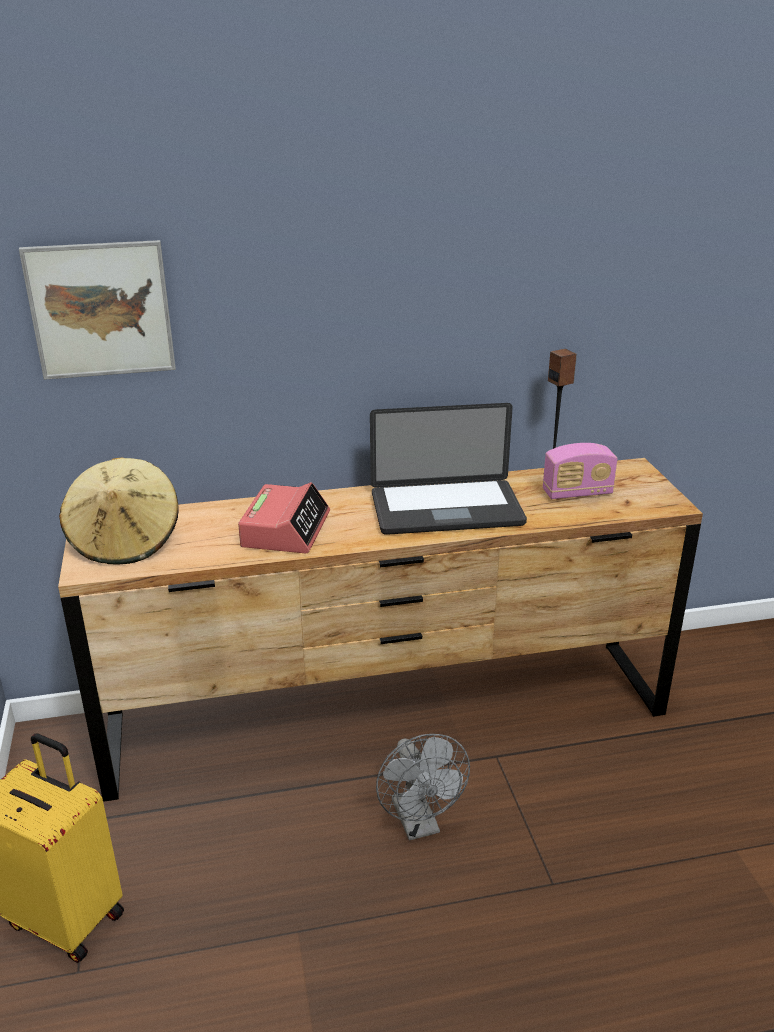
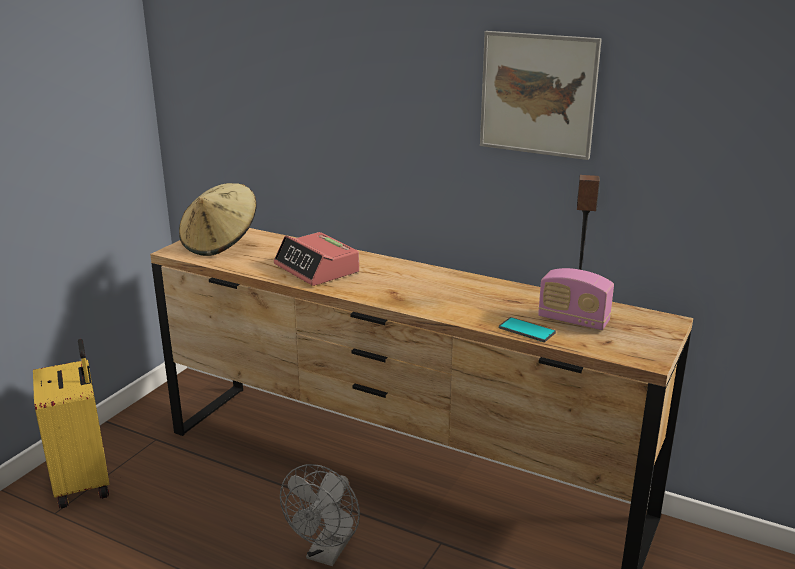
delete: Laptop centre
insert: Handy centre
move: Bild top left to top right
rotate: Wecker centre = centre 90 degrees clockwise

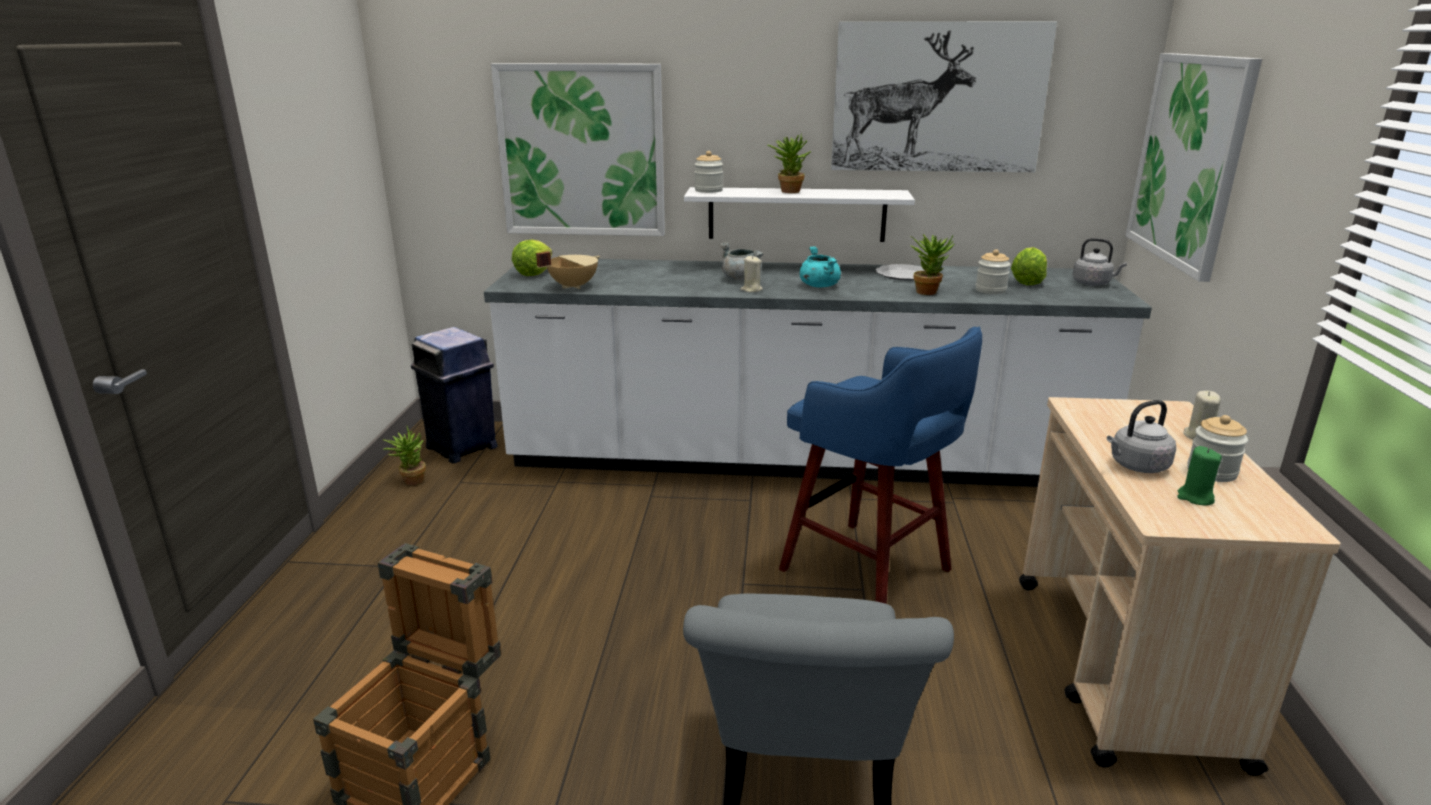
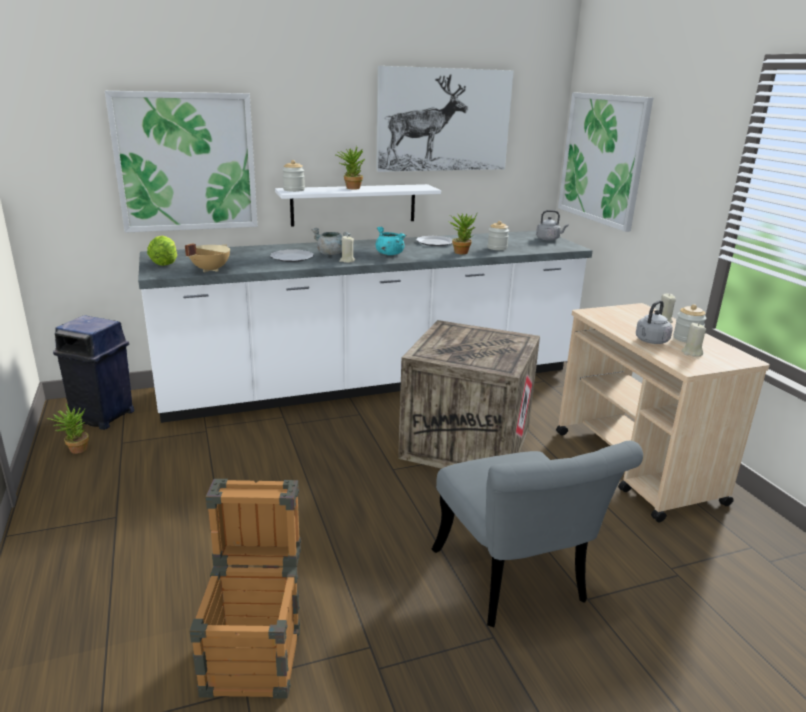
delete: Salatkopf (2nd from left) top right
insert: Teller (1st from left) centre
replace: Hocker/blau centre to Kiste (2nd from left) centre
recolor: Kerze/grün middle right to Kerze/beige (3rd from left) middle right

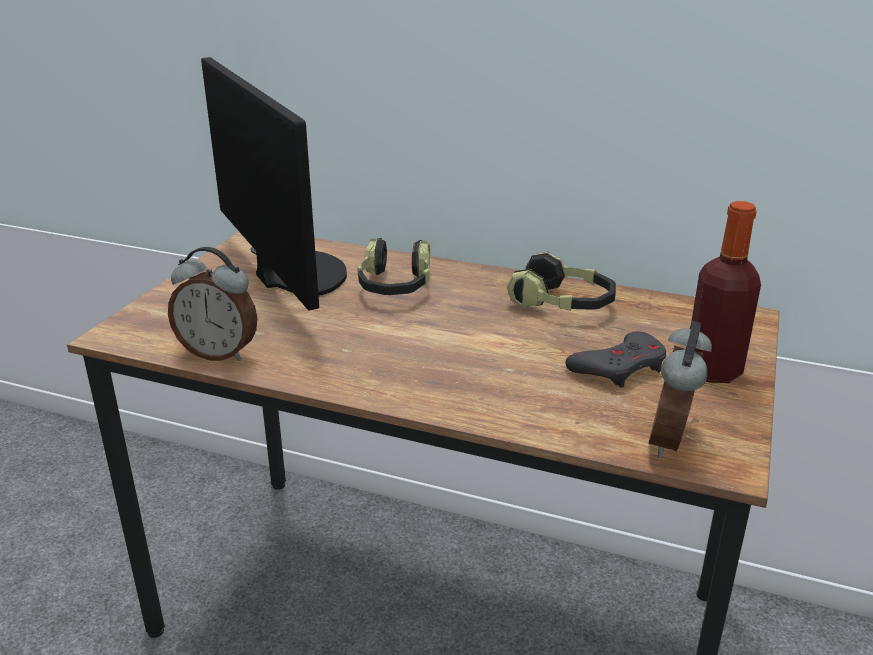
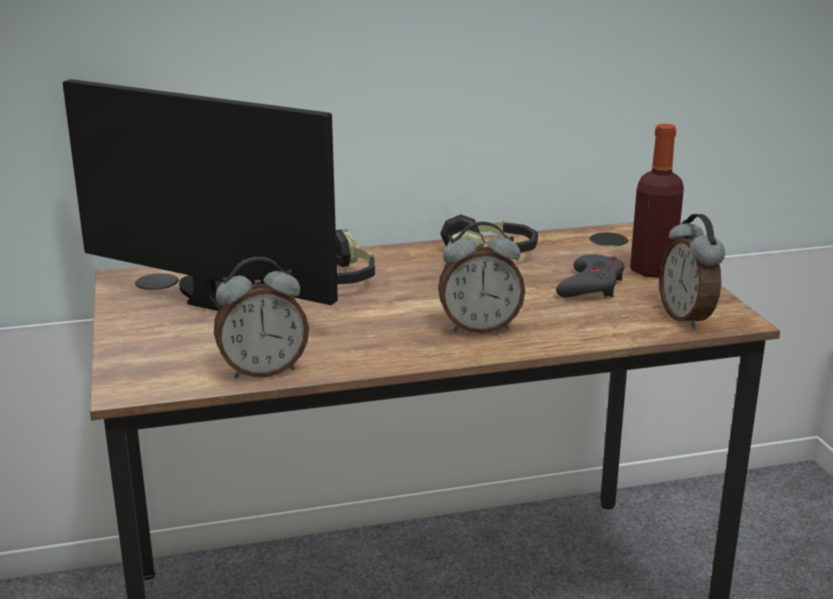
insert: Wecker (2nd from left) centre

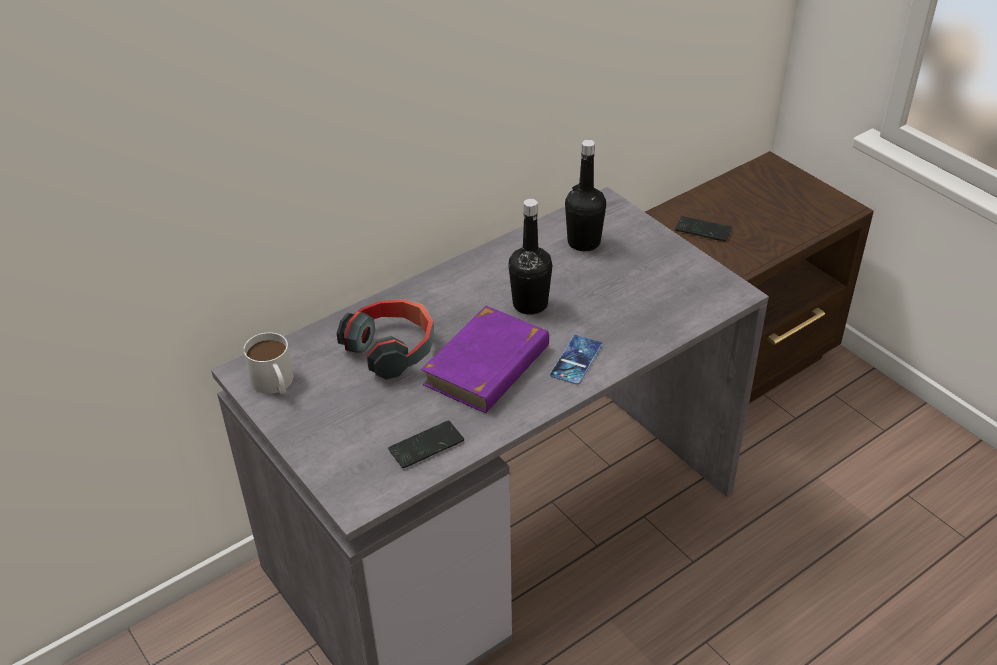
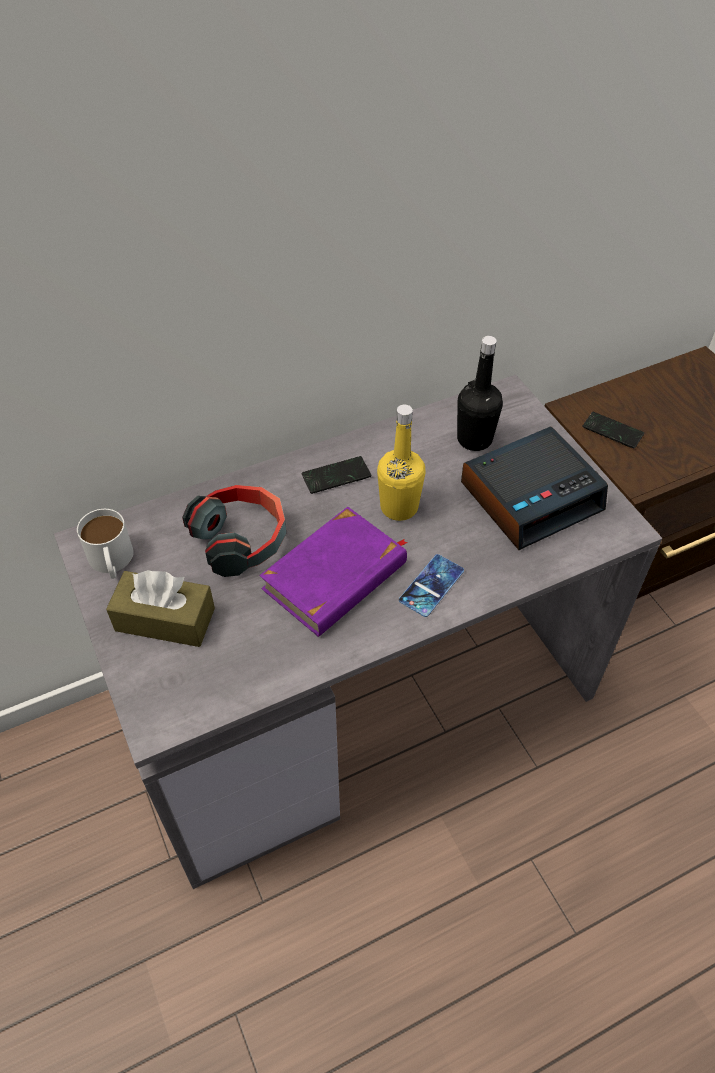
insert: Taschentuchbox/braun middle left; Wecker middle right
move: Handy (1st from left) bottom centre to centre
recolor: Flasche/schwarz (1st from left) centre to Flasche/gelb centre

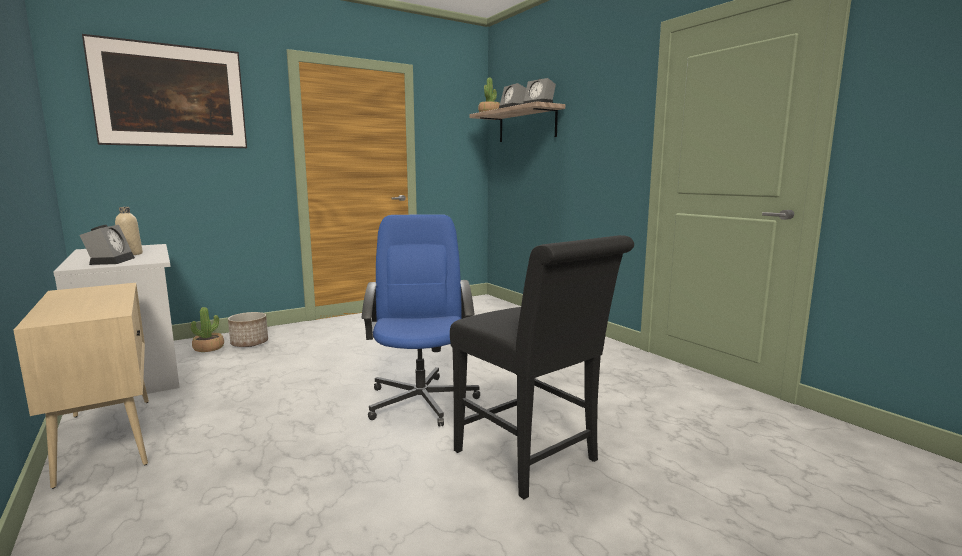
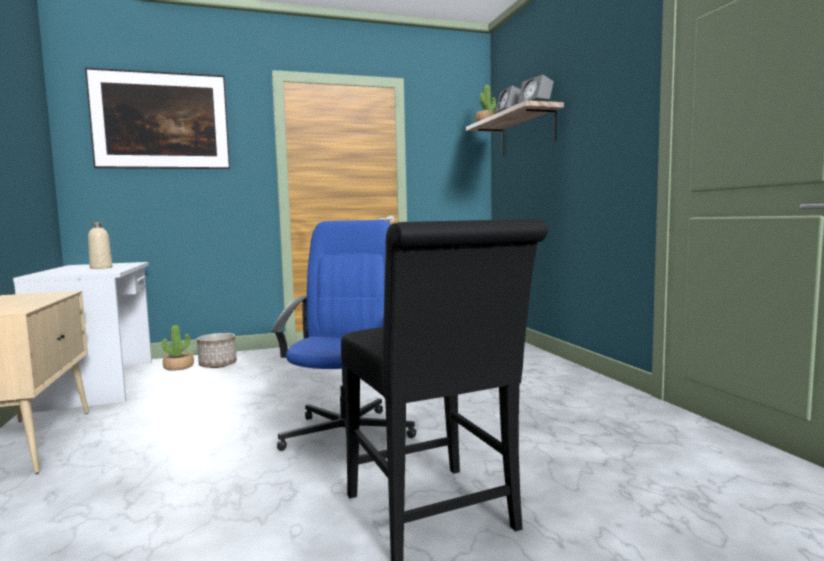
delete: Wecker (1st from left) middle left

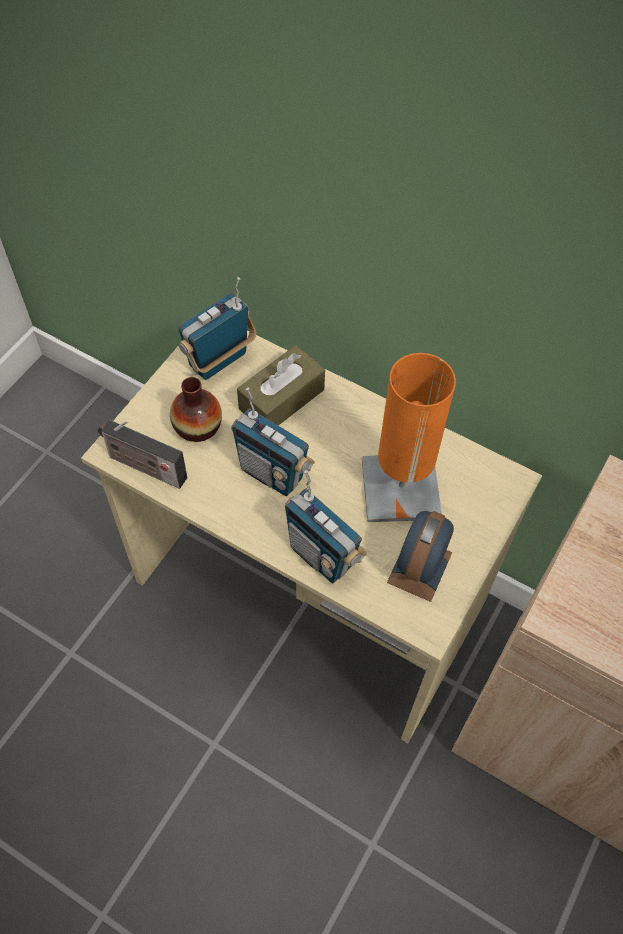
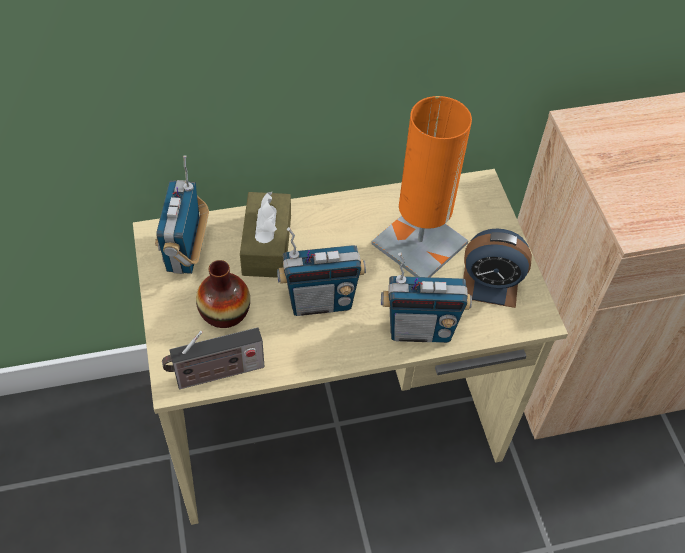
rotate: Wecker middle right = middle right 60 degrees counterclockwise

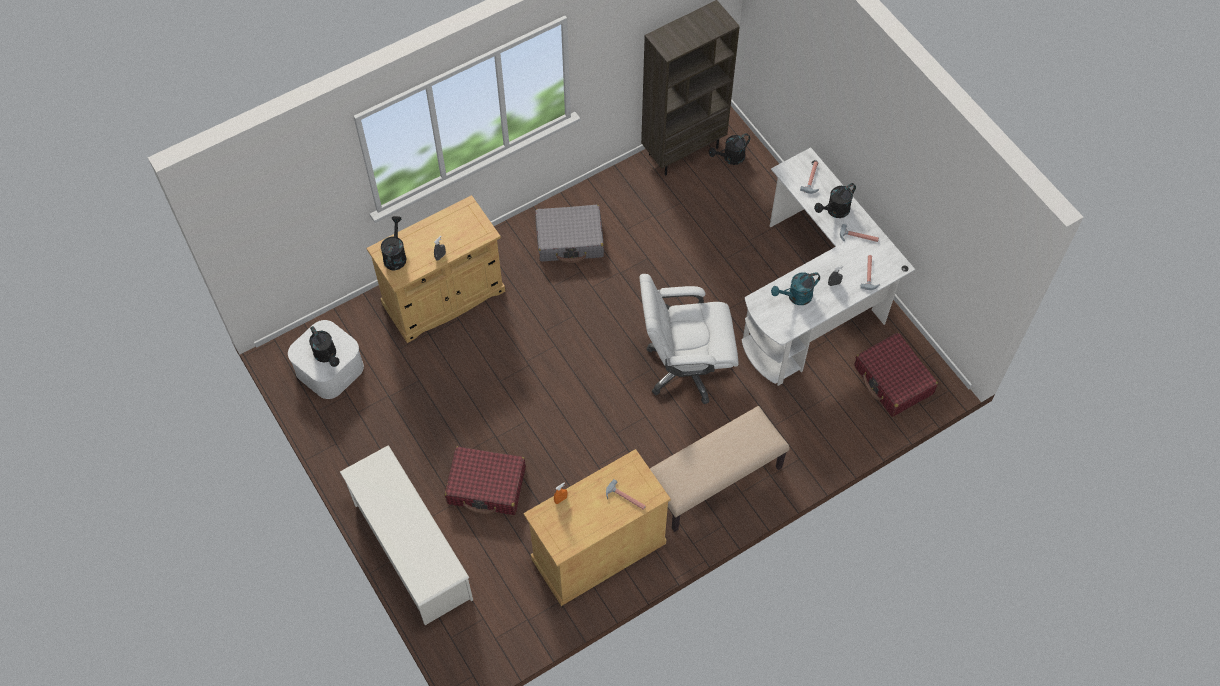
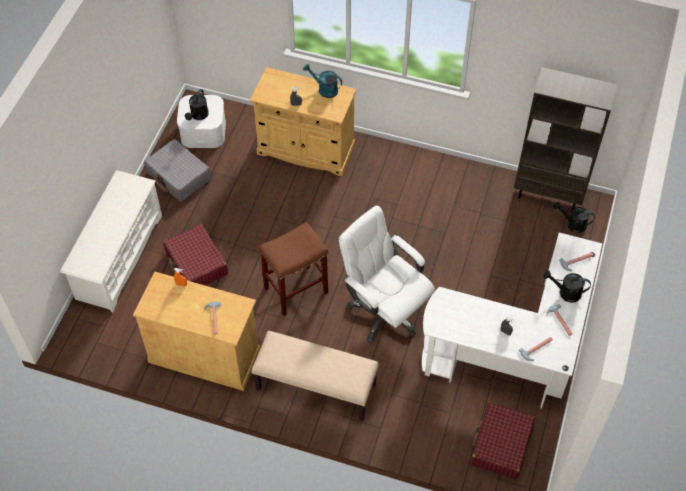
delete: Gießkanne/schwarz (2nd from left) middle left
insert: Hocker/braun centre
move: Koffer/grau centre to middle left; Gießkanne/türkis centre to top centre

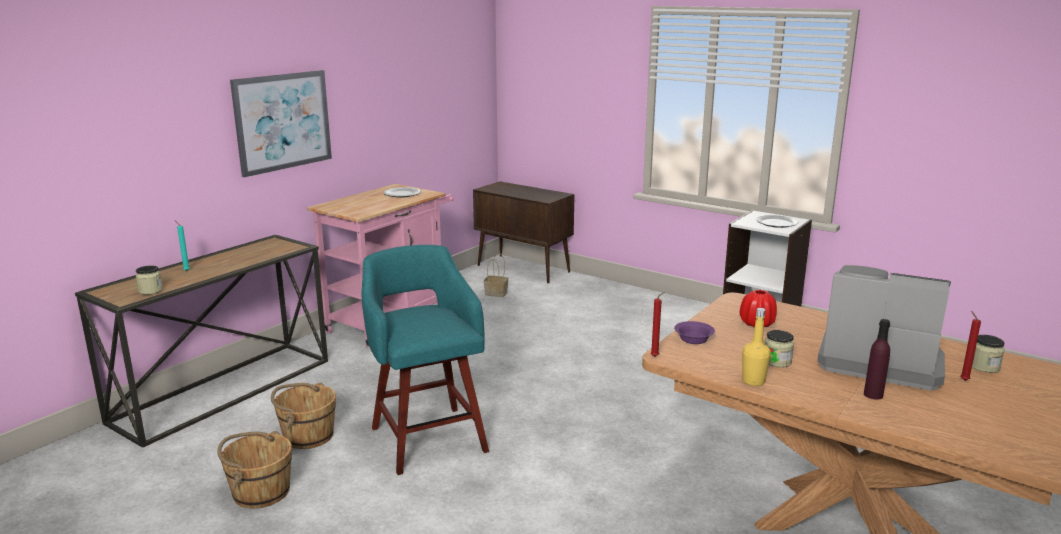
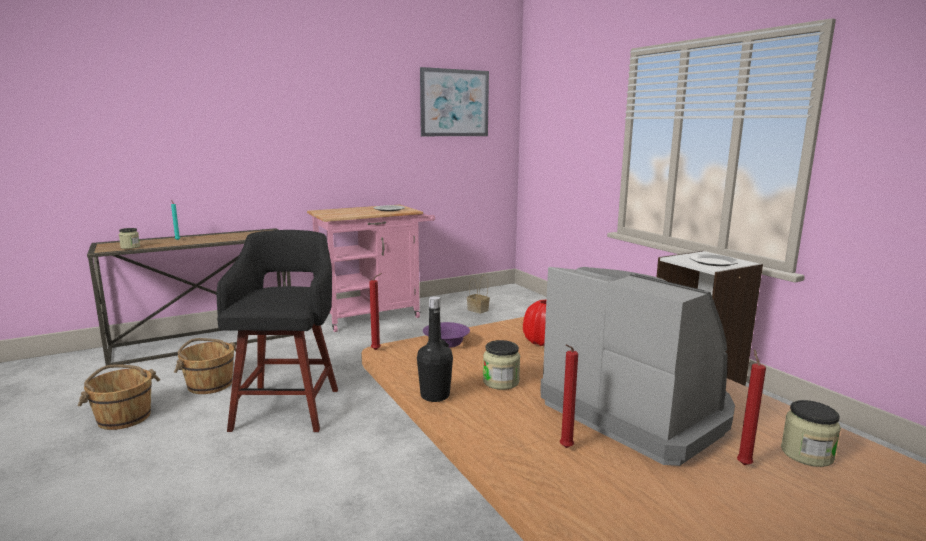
delete: Schrank/braun centre
move: Bild top left to top centre
replace: Flasche/lila bottom right to Kerze/rot (2nd from left) bottom centre
recolor: Hocker/türkis bottom centre to Hocker/schwarz middle left; Flasche/gelb middle right to Flasche/schwarz centre

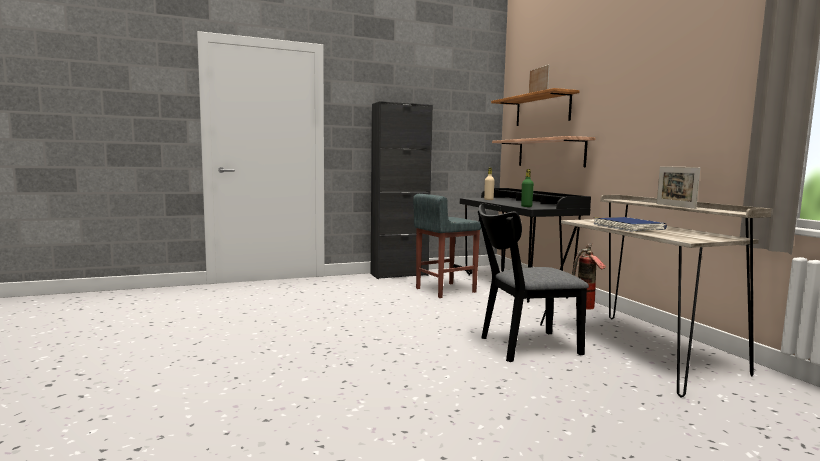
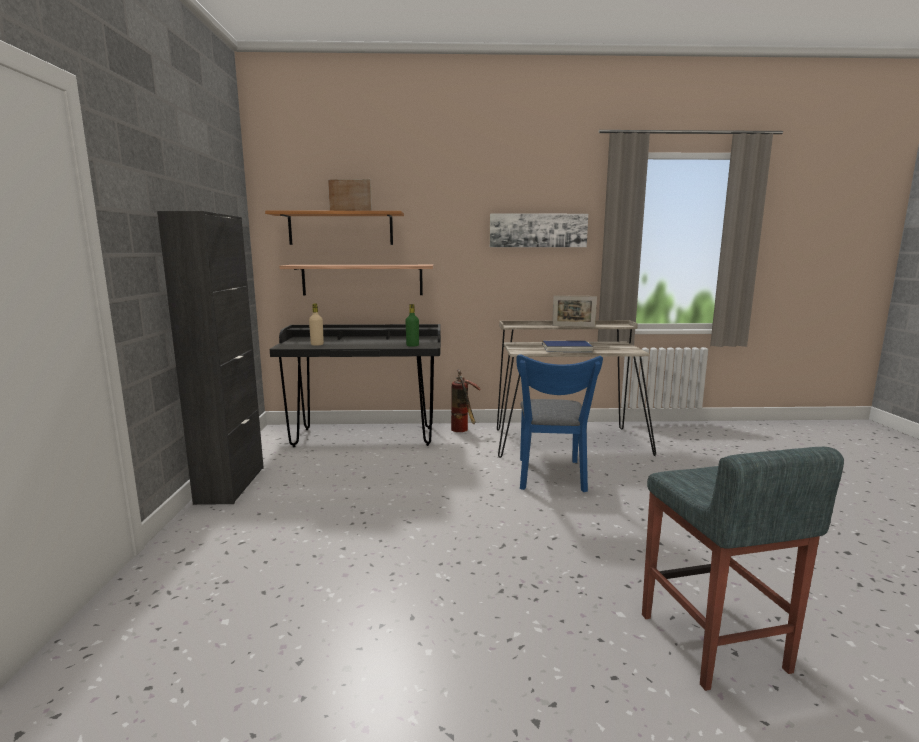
insert: Bild top centre
move: Hocker/grau centre to bottom right
recolor: Stuhl/schwarz centre to Stuhl/blau centre

